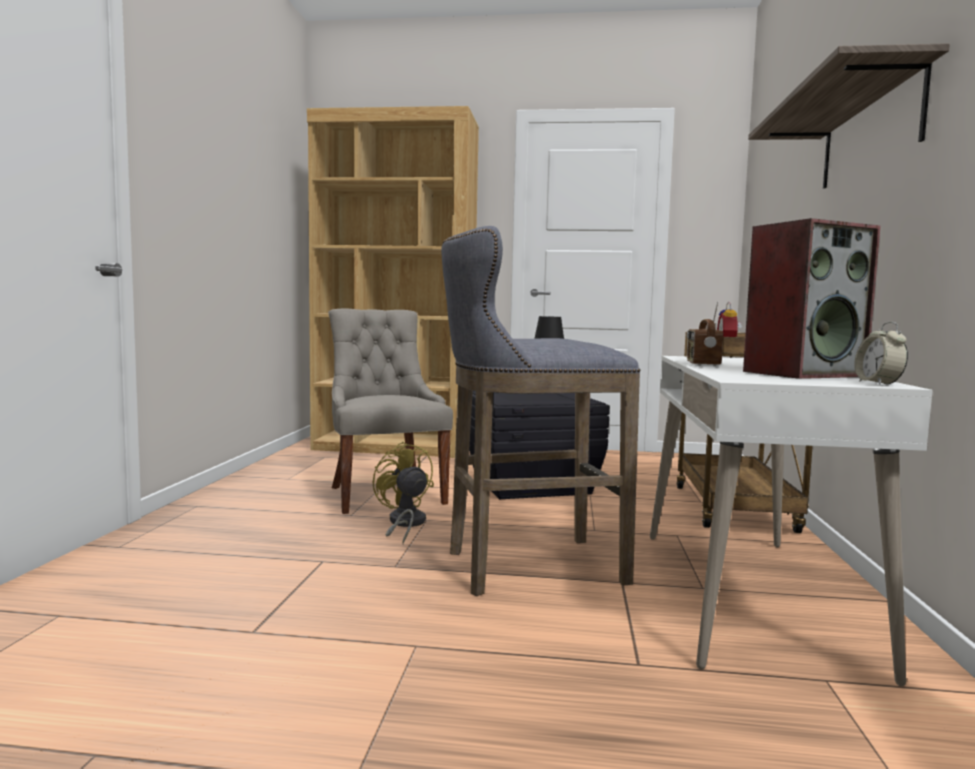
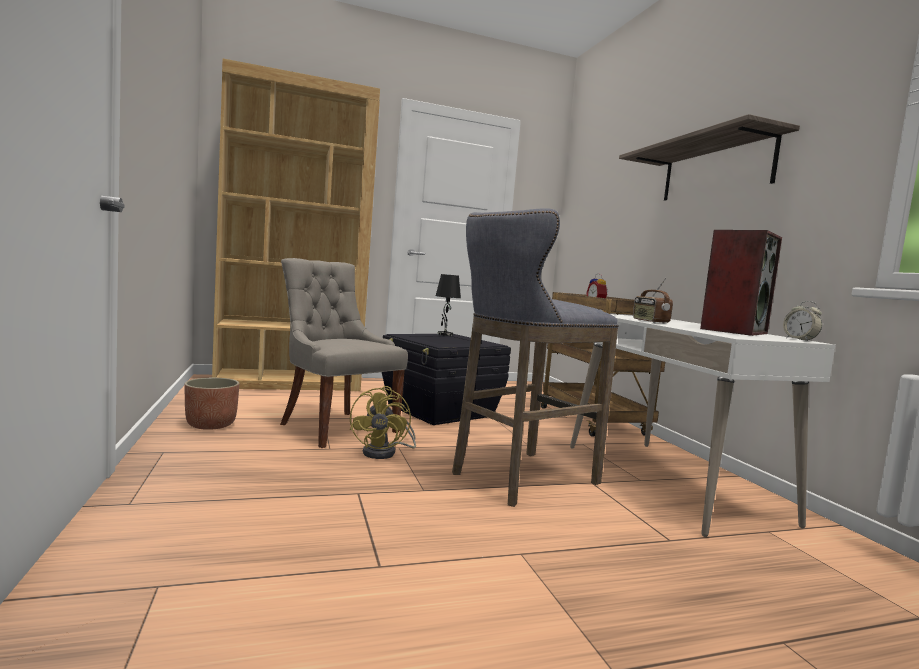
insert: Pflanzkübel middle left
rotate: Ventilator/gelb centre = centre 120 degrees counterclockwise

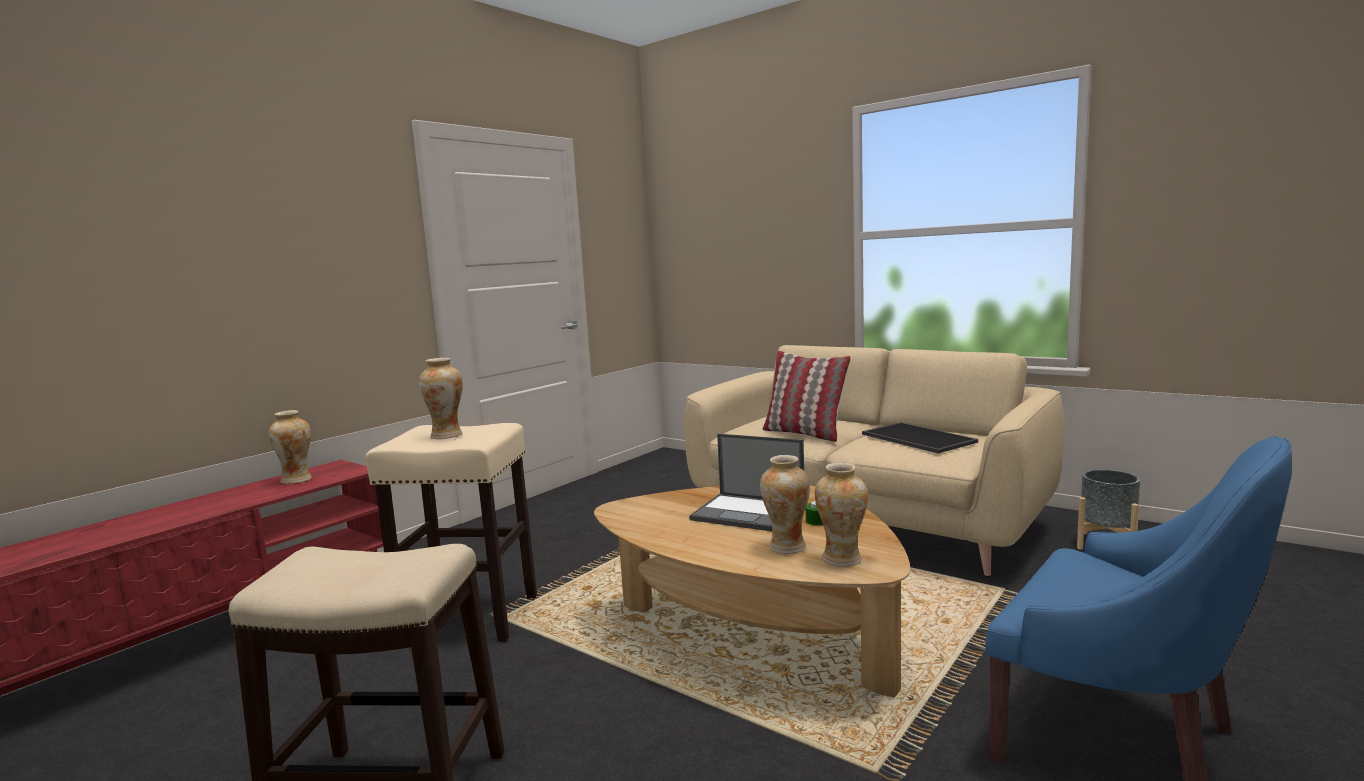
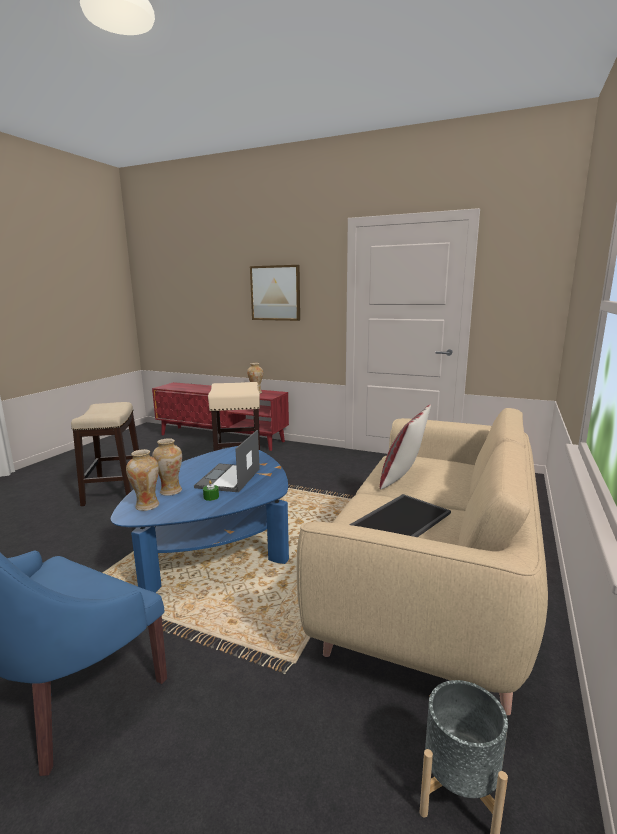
delete: Vase (2nd from left) middle left
insert: Bild centre
recolor: Couchtisch/braun bottom centre to Couchtisch/blau middle left

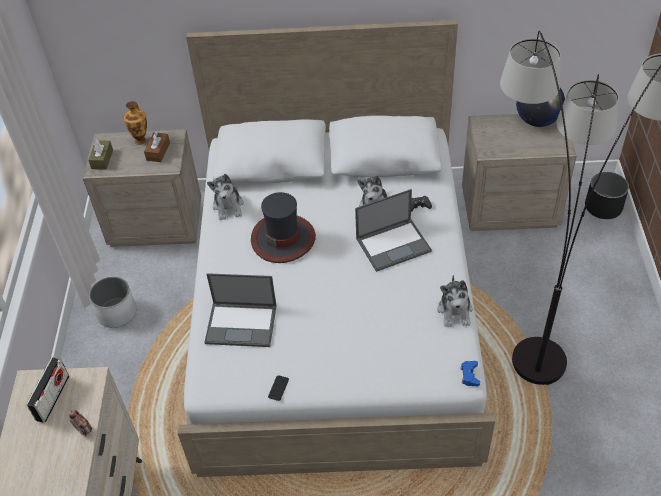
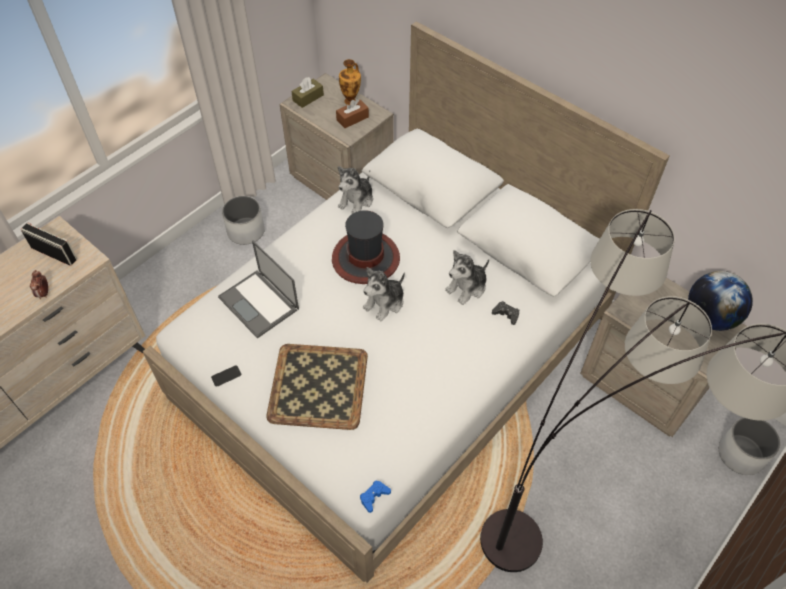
delete: Laptop (2nd from left) centre
insert: Tablett centre
move: Plüschtier (3rd from left in the first image) middle right to Plüschtier (2nd from left) centre
recolor: Pflanzkübel/schwarz middle right to Pflanzkübel/weiß (2nd from left) bottom right
rotate: Radio bottom left = middle left 120 degrees counterclockwise

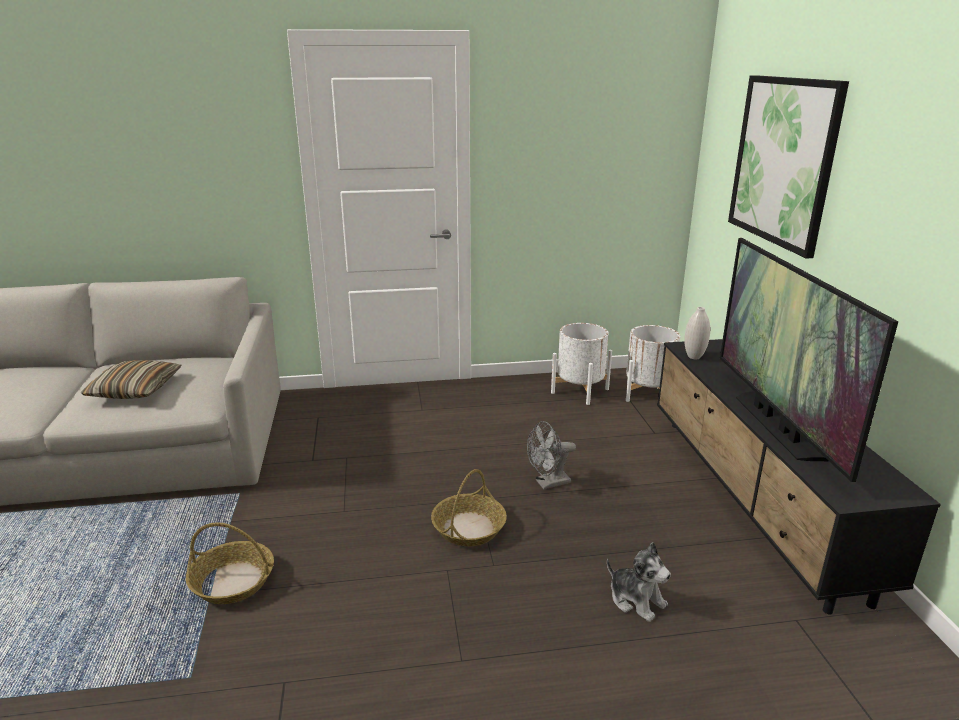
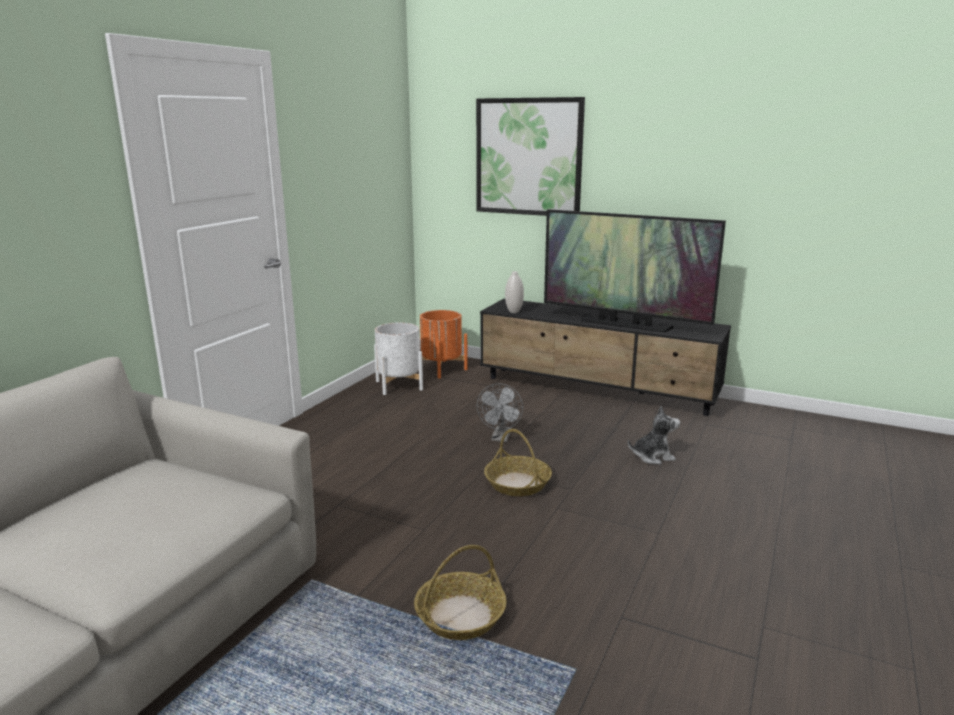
delete: Kissen middle left
recolor: Pflanzkübel/weiß (2nd from left) middle right to Pflanzkübel/orange centre

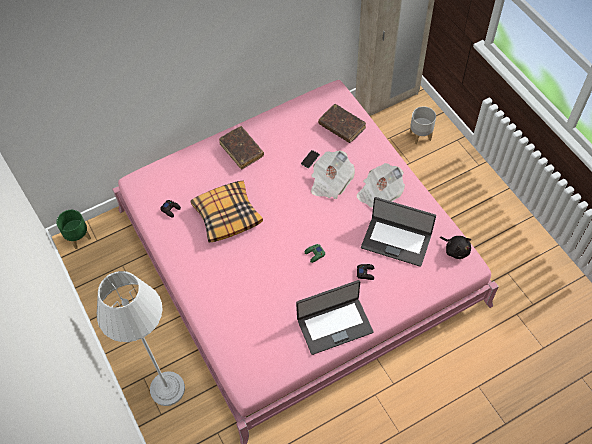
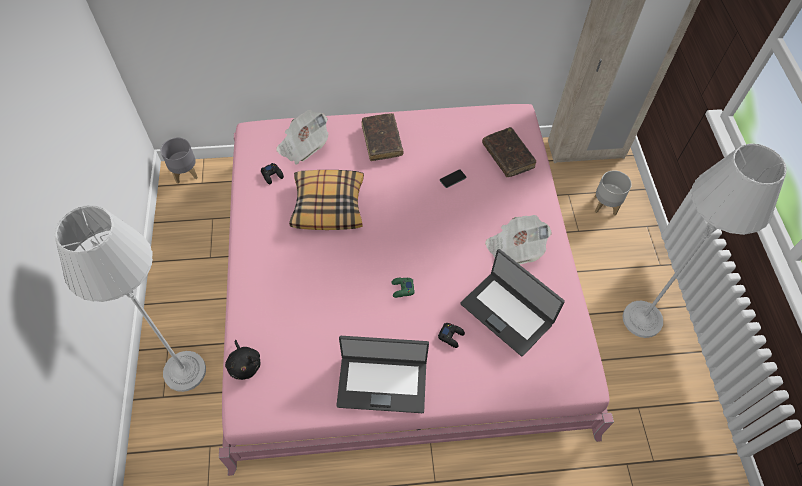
insert: Stehlampe/grau (2nd from left) middle right
move: Zeitung (1st from left) centre to top centre; Plüschtier/schwarz middle right to bottom left
recolor: Pflanzkübel/grün middle left to Pflanzkübel/grau (1st from left) top left

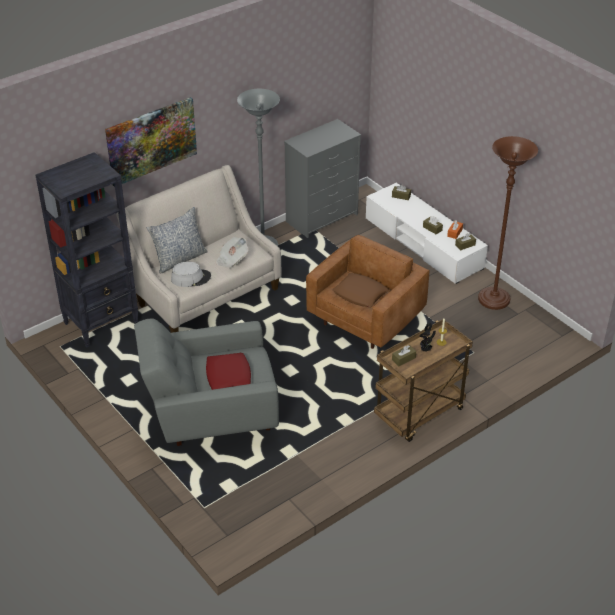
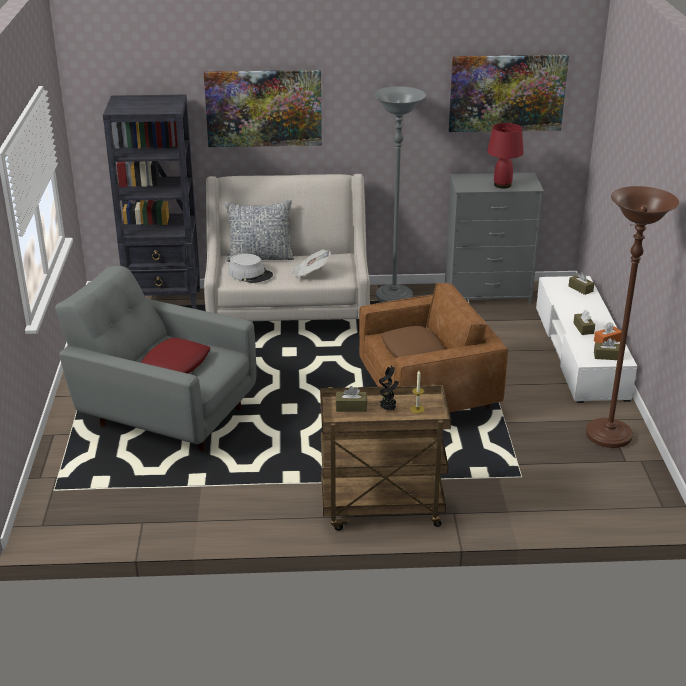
insert: Bild (2nd from left) top right; Tischlampe/rot top right

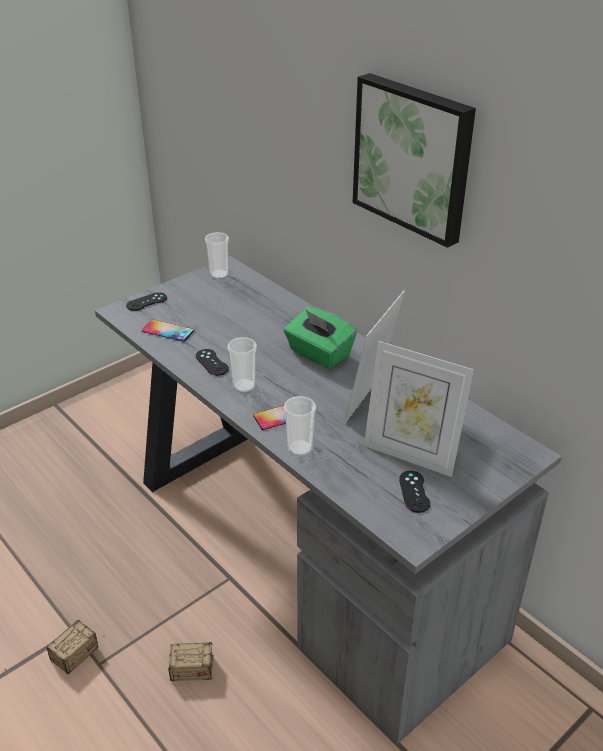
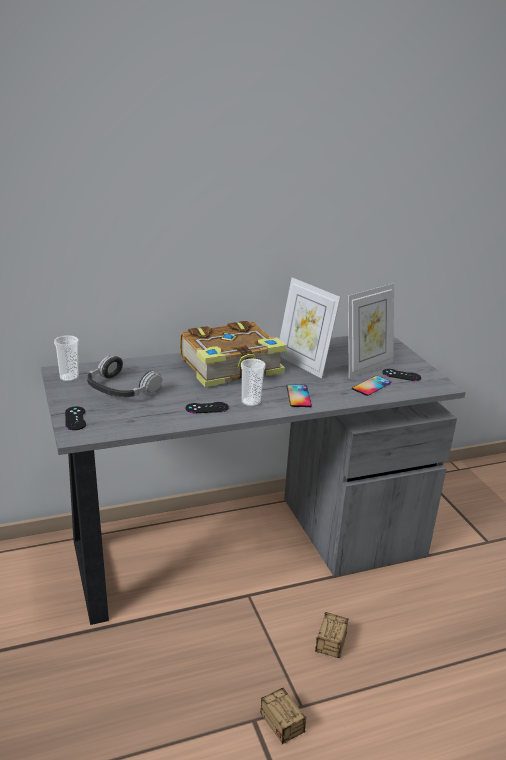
delete: Tasse (3rd from left) centre; Bild top right
insert: Kopfhörer middle left
move: Handy (1st from left in the first image) middle left to Handy (2nd from left) middle right
replace: Taschentuchbox/grün centre to Buch centre

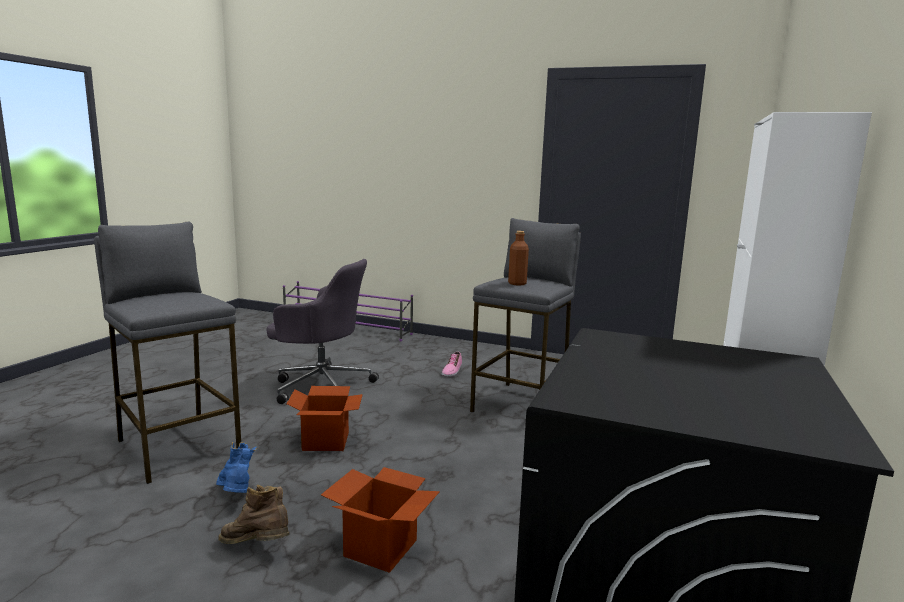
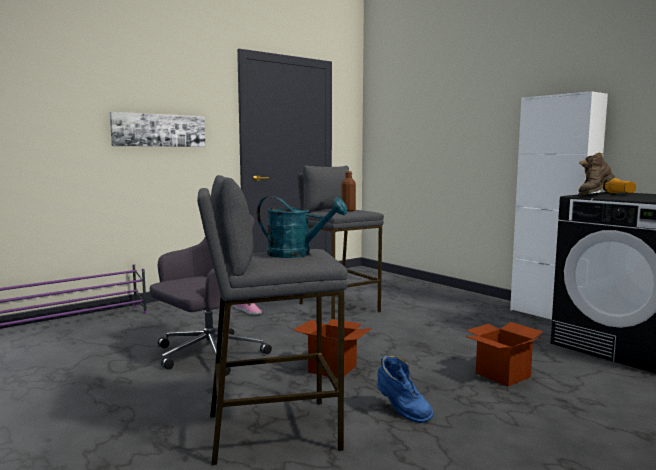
insert: Bild top left; Gießkanne/türkis centre; Taschenlampe middle right
move: Stiefel/braun bottom left to middle right
rotate: Stiefel/blau bottom left = bottom centre 135 degrees counterclockwise

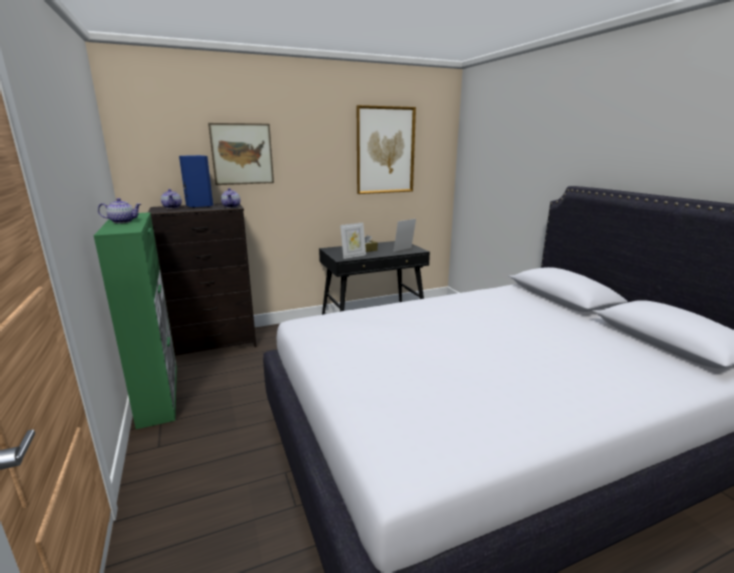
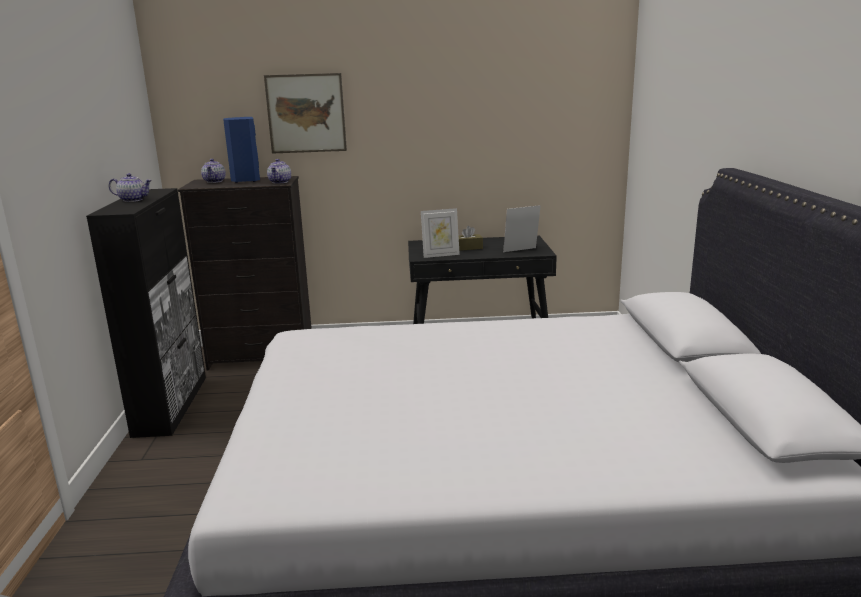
delete: Bild (2nd from left) top centre
recolor: Schrank/grün middle left to Schrank/schwarz middle left

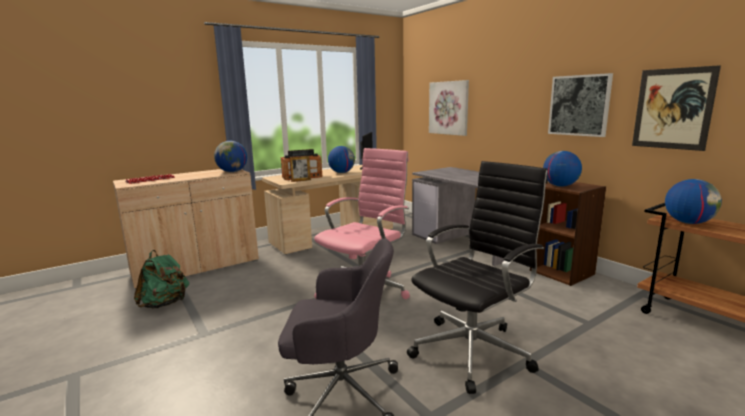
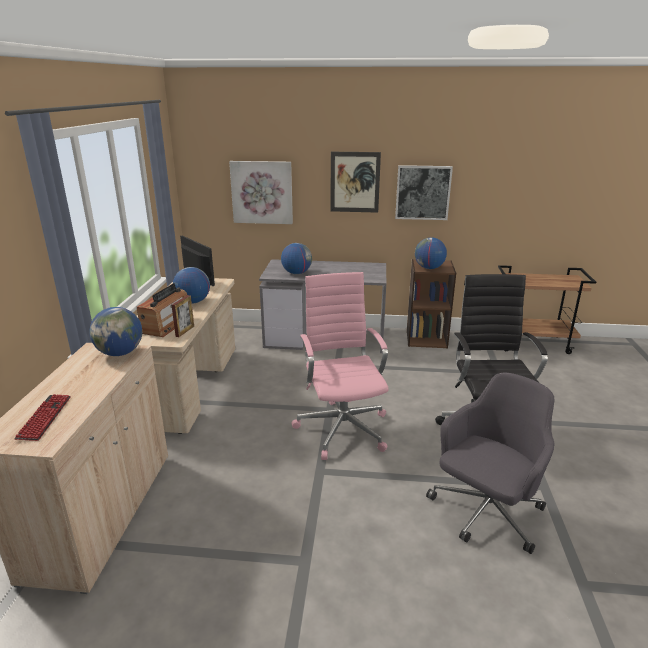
delete: Rucksack/grün bottom left
move: Bild (3rd from left in the first image) top right to Bild (2nd from left) top centre; Globus (4th from left in the first image) middle right to Globus (3rd from left) centre

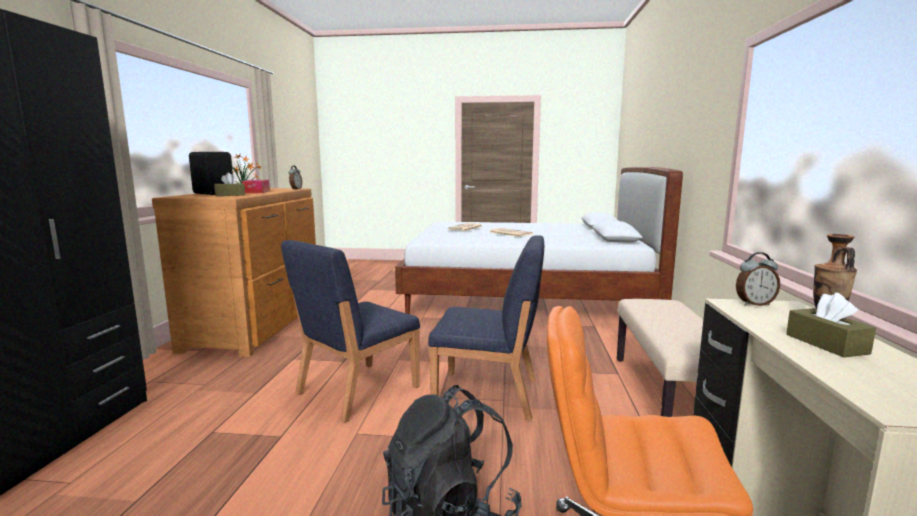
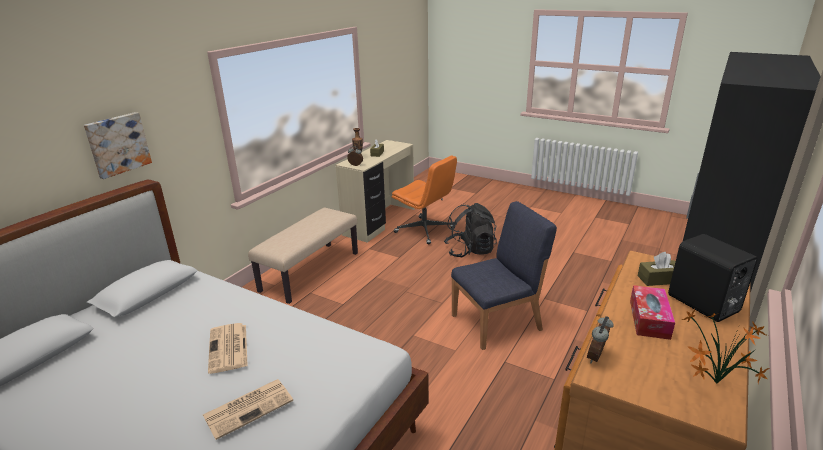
delete: Stuhl/blau (2nd from left) centre
insert: Bild top left

